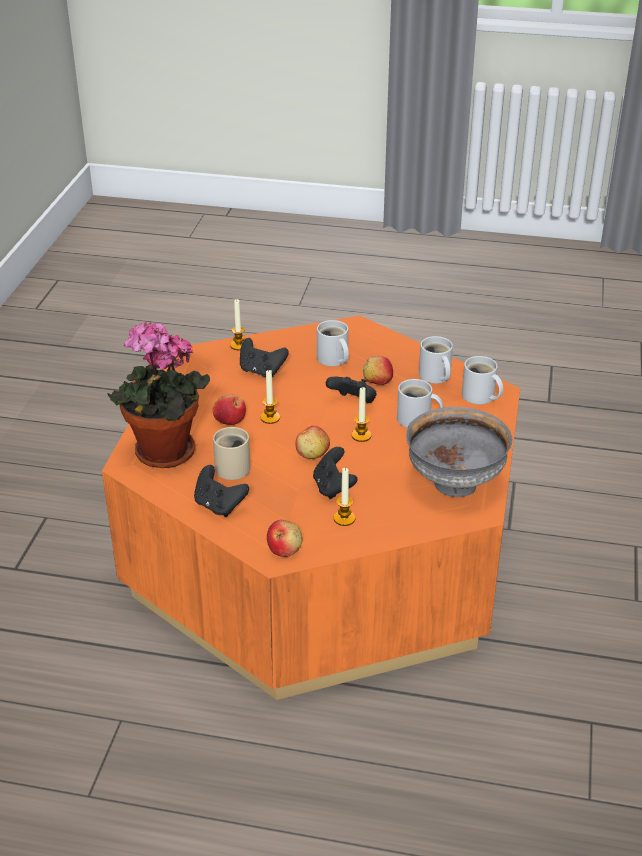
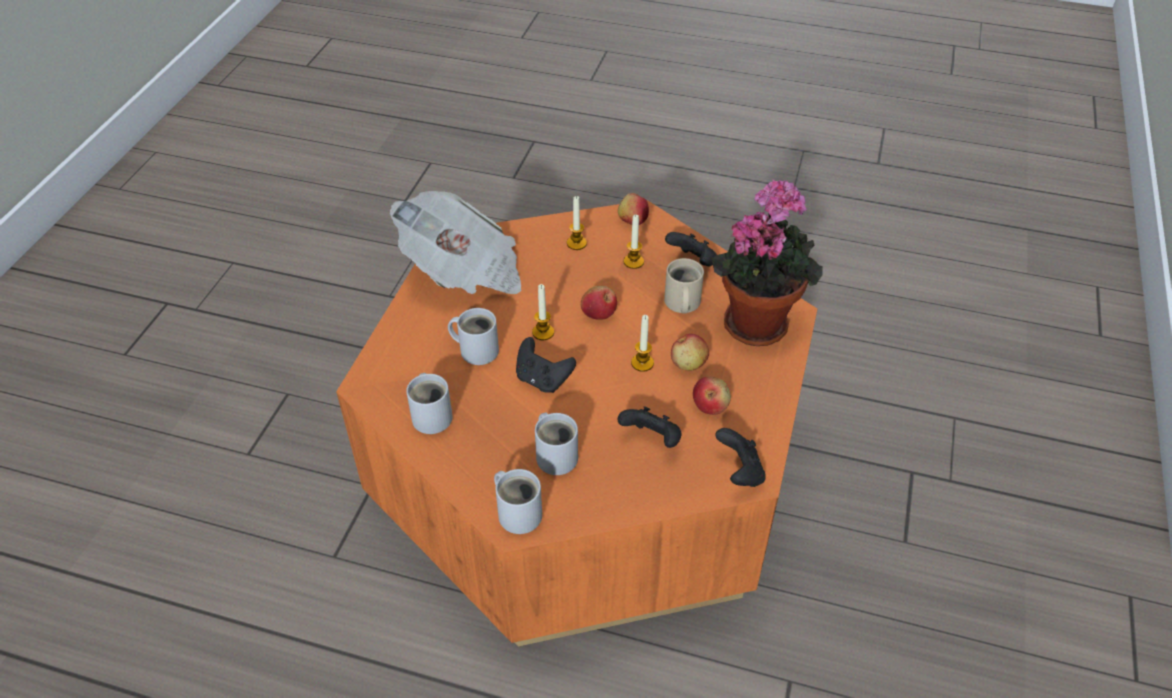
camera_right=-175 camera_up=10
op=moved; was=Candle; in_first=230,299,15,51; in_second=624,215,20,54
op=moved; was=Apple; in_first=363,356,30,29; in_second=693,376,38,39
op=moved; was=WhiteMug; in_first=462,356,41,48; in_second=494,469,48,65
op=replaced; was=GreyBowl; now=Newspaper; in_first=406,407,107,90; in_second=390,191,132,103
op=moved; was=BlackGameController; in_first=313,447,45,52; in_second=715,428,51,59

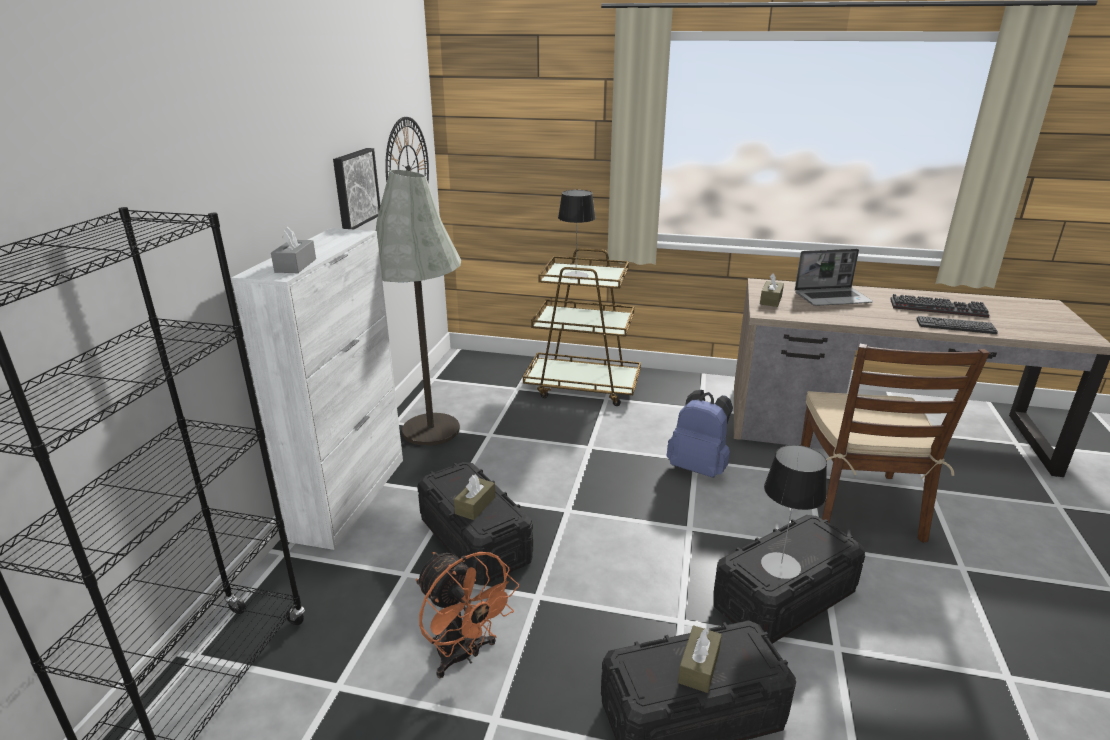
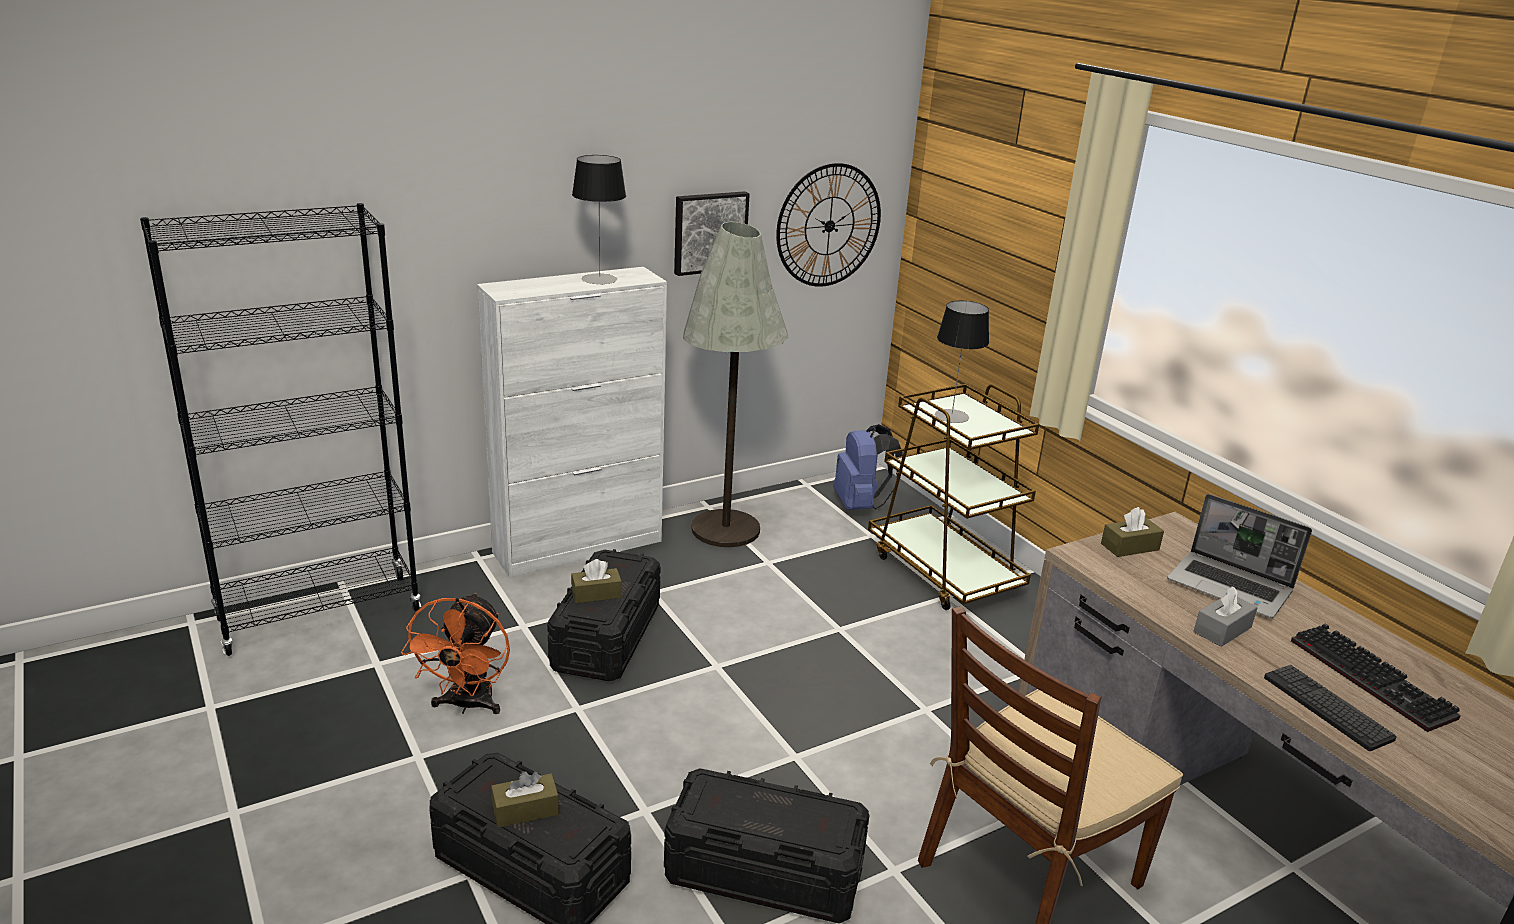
camera_right=45 camera_up=0
op=moved; was=GreyTissueBox; in_first=271,227,45,46; in_second=1193,586,65,61
op=moved; was=BlueBackpack; in_first=667,390,66,88; in_second=833,424,70,86
op=moved; was=TableLamp; in_first=761,445,66,134; in_second=572,155,54,130

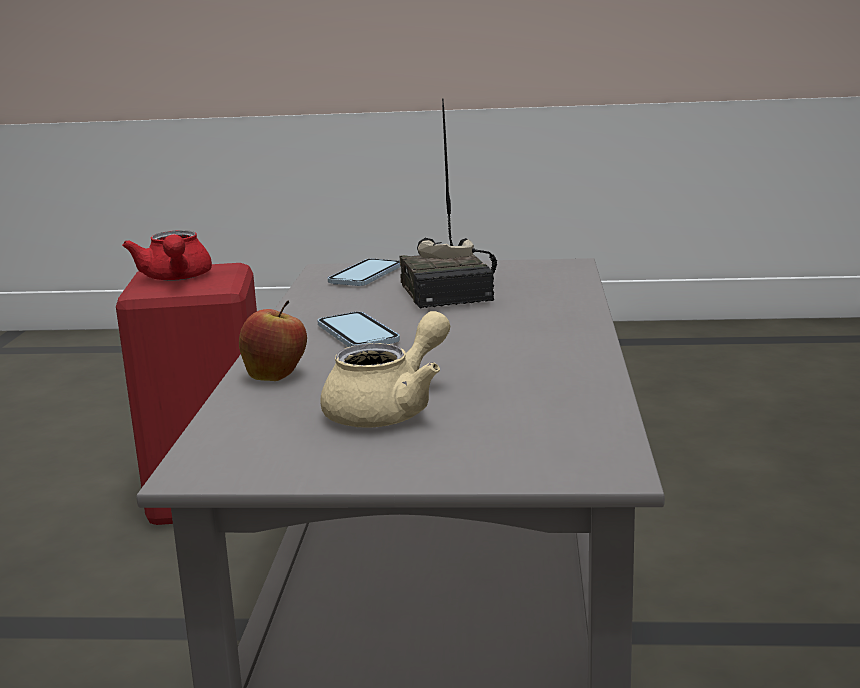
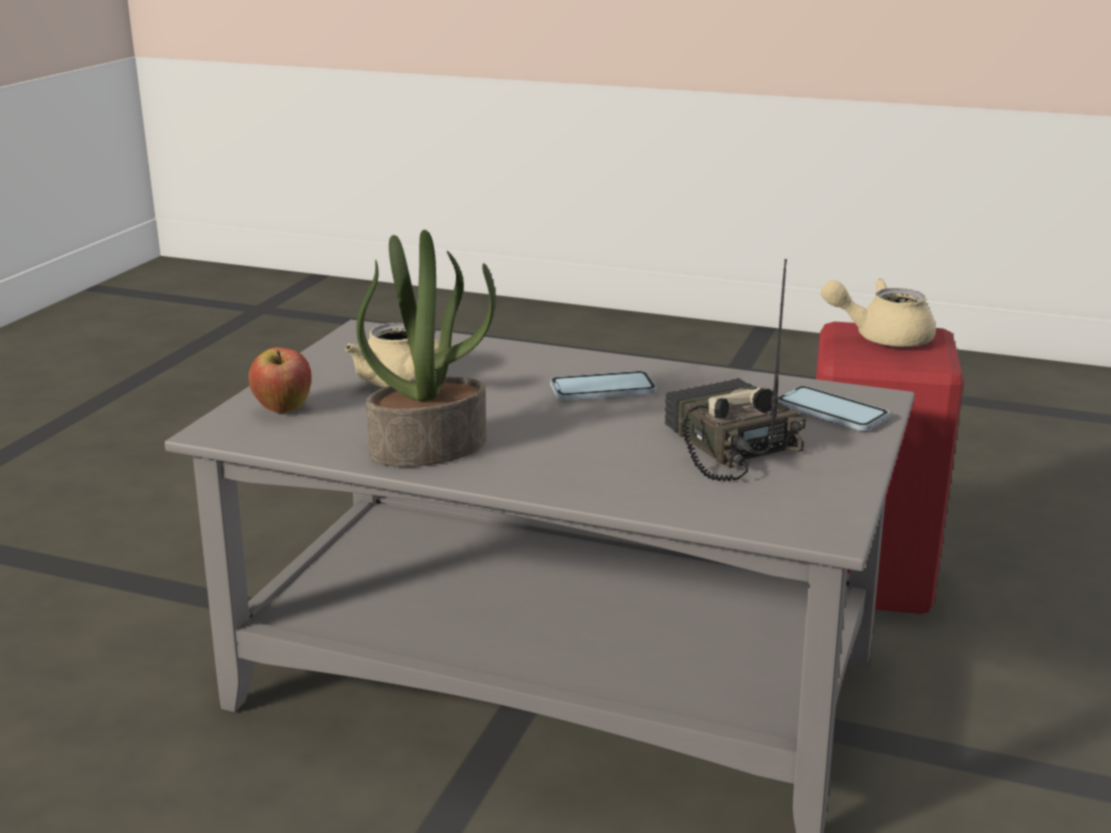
camera_right=105 camera_up=5
op=turned; was=Radio; in_first=400,99,97,209; in_second=665,259,141,223; clockwise=60
op=recoloured; was=RedTeapot; now=BeigeTeapot; in_first=122,230,90,51; in_second=821,279,115,68
op=moved; was=Apple; in_first=239,300,68,81; in_second=249,347,63,66
op=added; now=PottedPlant; in_second=356,230,140,237

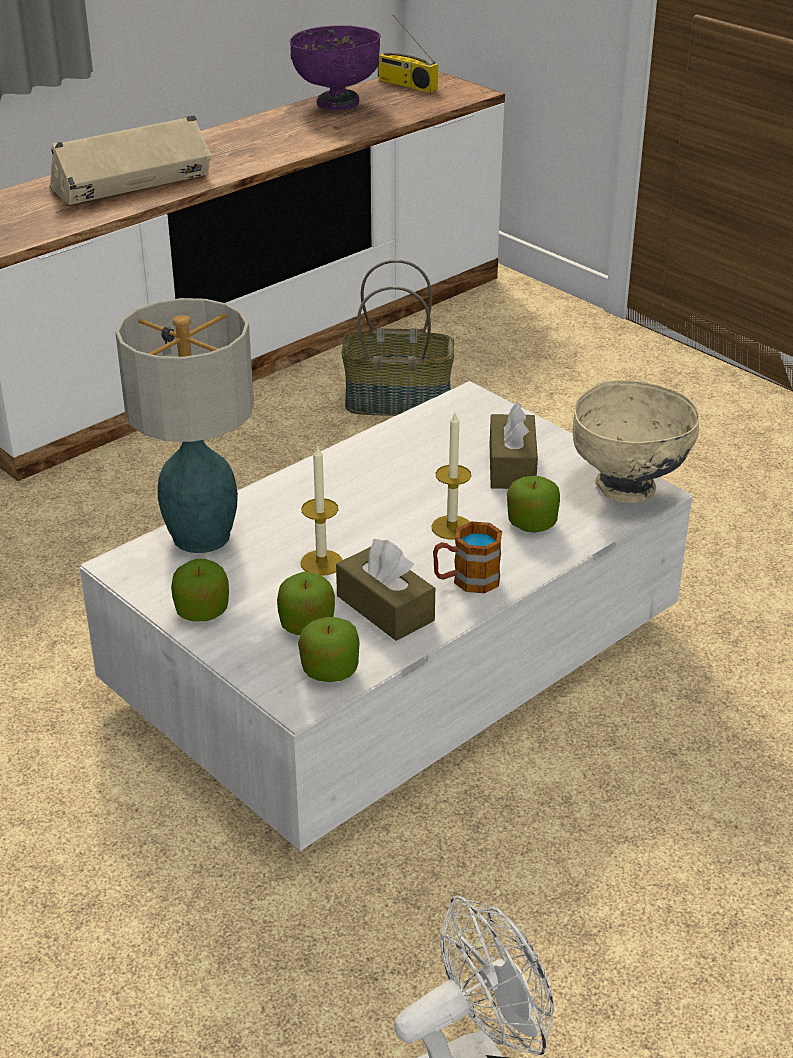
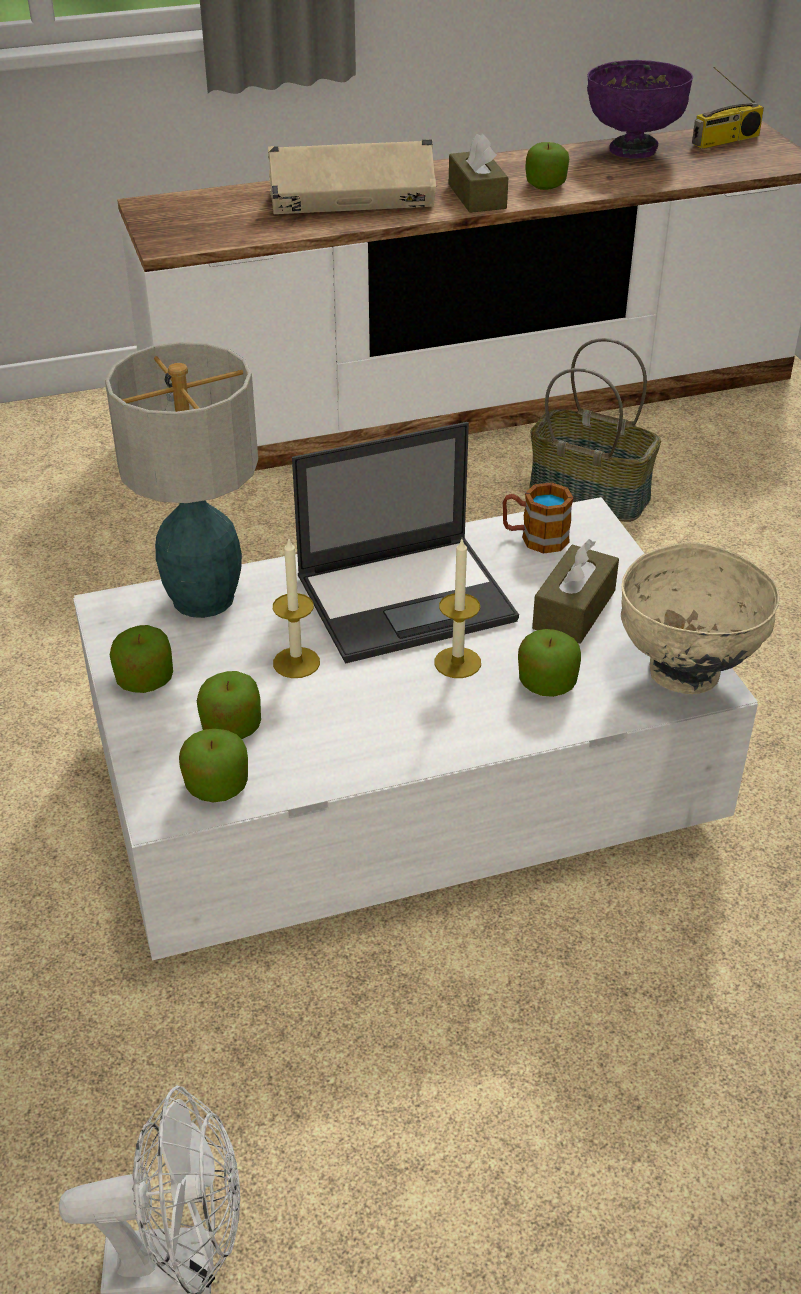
camera_right=25 camera_up=5
op=turned; was=Radio; in_first=378,15,60,78; in_second=692,67,72,82; clockwise=-90
op=moved; was=Mug; in_first=433,521,69,72; in_second=503,482,70,72
op=moved; was=BrownTissueBox; in_first=336,539,99,102; in_second=449,134,59,79
op=added; now=Apple; in_second=525,142,44,48
op=added; now=Laptop; in_second=292,422,227,242

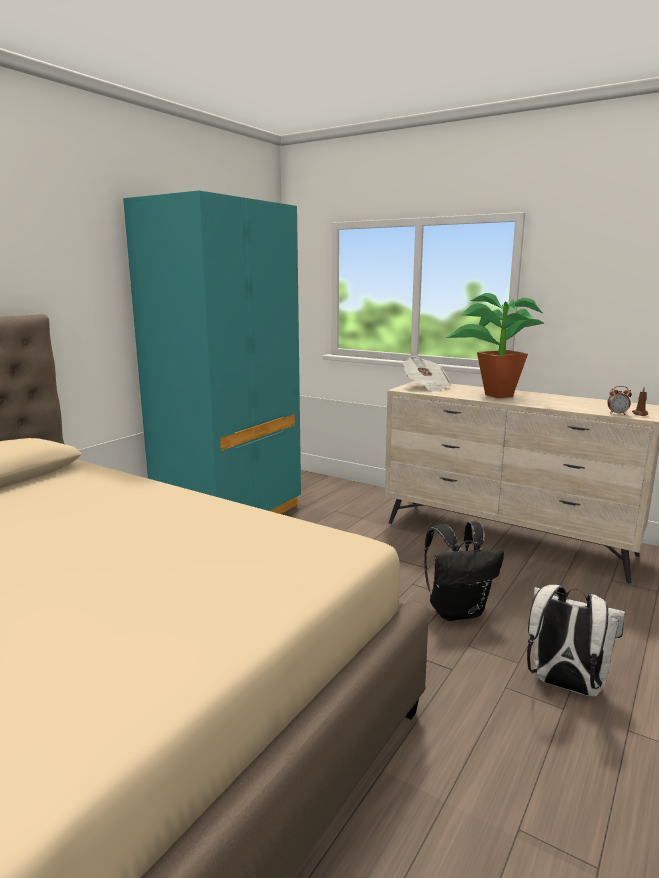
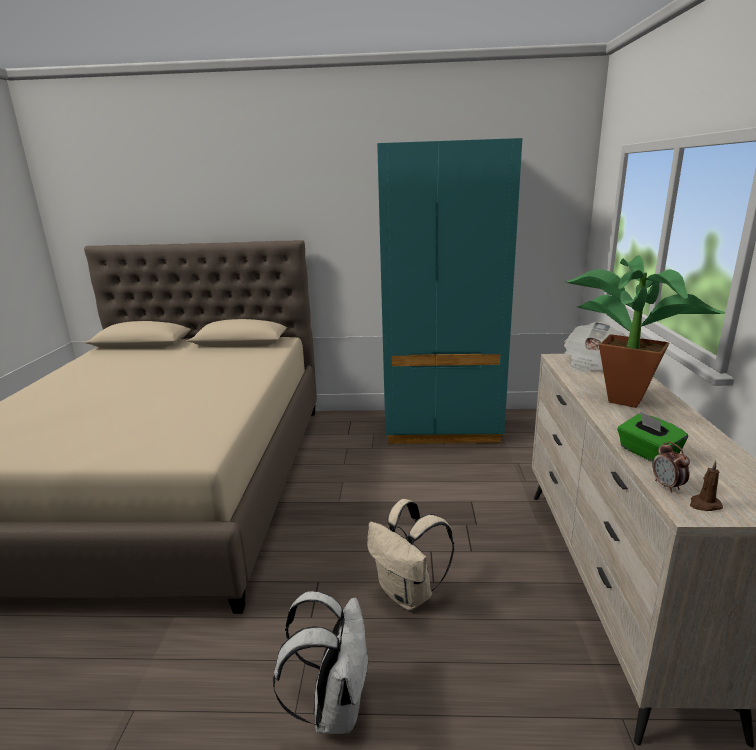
camera_right=60 camera_up=5
op=recoloured; was=BlackBackpack; now=BeigeBackpack; in_first=424,522,80,99; in_second=367,499,87,111
op=added; now=GreenTissueBox; in_second=617,411,71,51

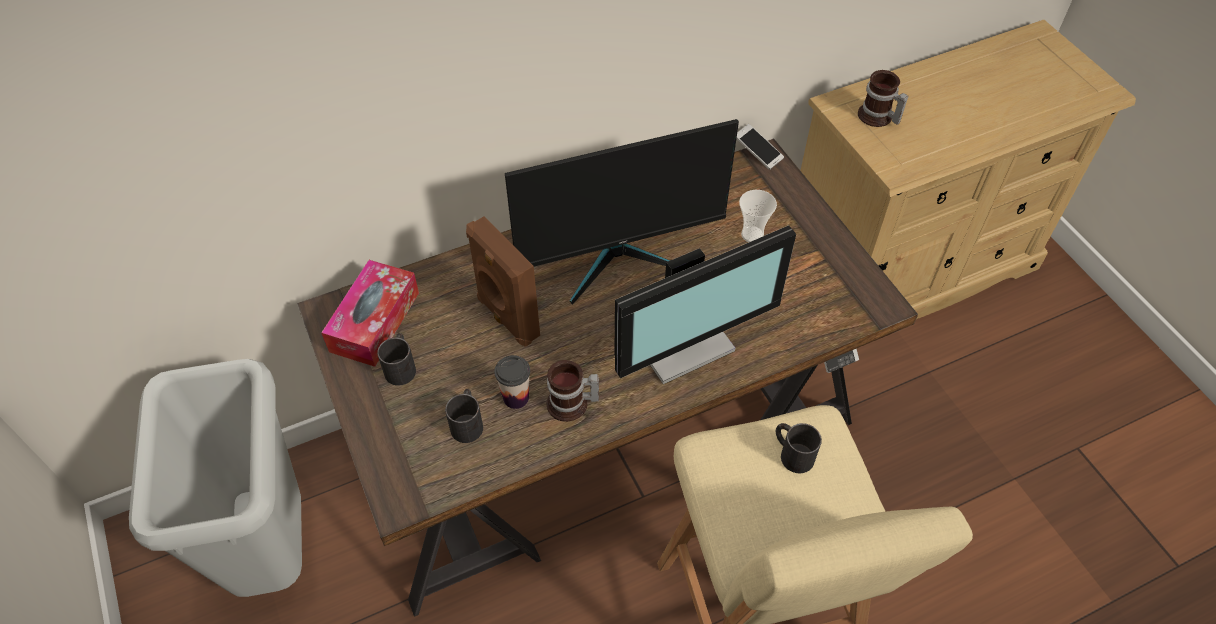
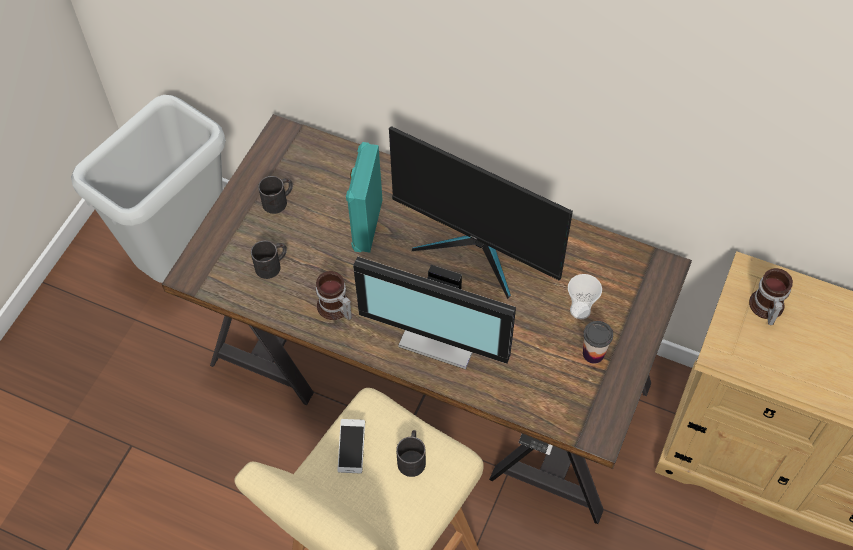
camera_right=50 camera_up=5
op=moved; was=Phone; in_first=736,124,48,46; in_second=337,419,28,54
op=recoloured; was=BrownSpeaker; now=TurquoiseSpeaker; in_first=466,216,74,131; in_second=346,142,36,111
op=removed; was=TissueBox; in_first=321,260,98,107
op=moved; was=Cup; in_first=494,355,36,54; in_second=583,321,30,43

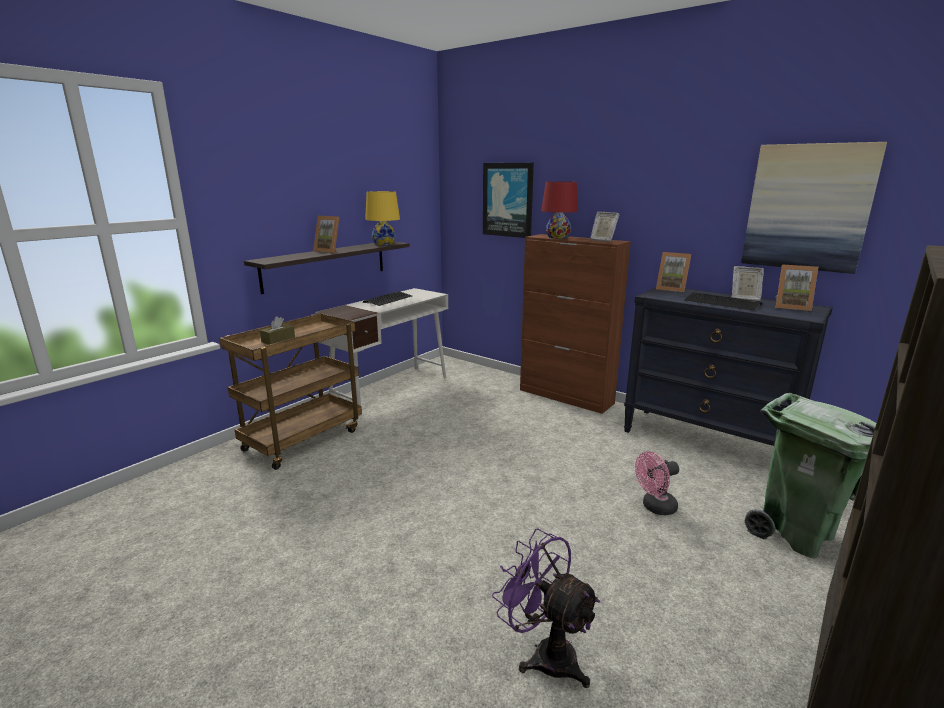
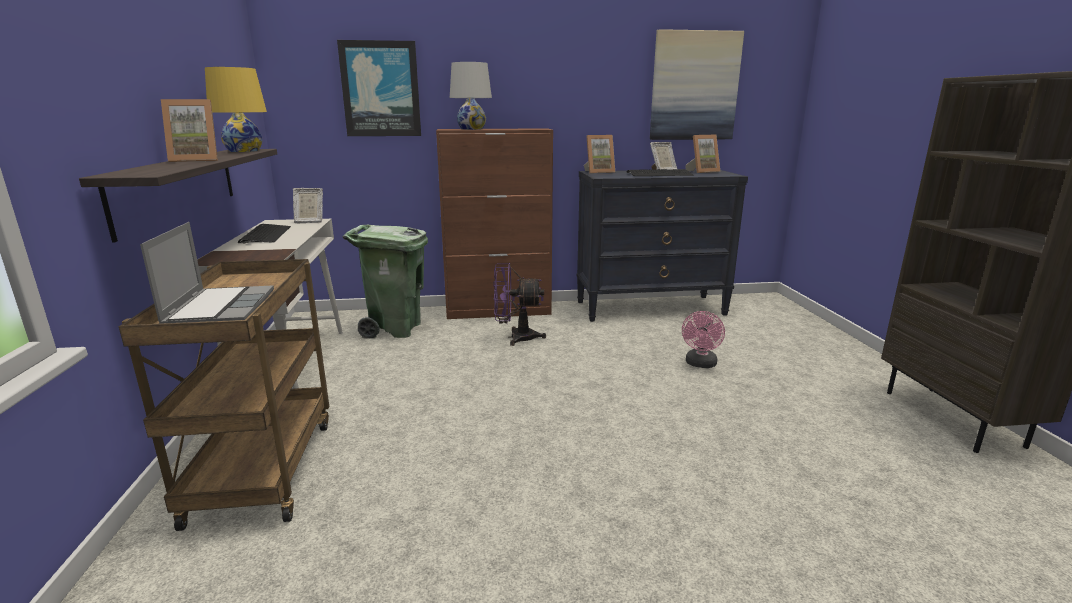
camera_right=-45 camera_up=0
op=recoloured; was=RedTableLamp; now=WhiteTableLamp; in_first=541,182,37,57; in_second=450,62,42,68
op=moved; was=PictureFrame; in_first=590,212,29,30; in_second=293,188,30,35
op=replaced; was=BrownTissueBox; now=Laptop; in_first=260,316,35,29; in_second=140,222,134,102
op=moved; was=GreenTrashCan; in_first=744,393,132,165; in_second=342,224,86,115
op=moved; was=PurpleFan; in_first=492,528,108,160; in_second=493,263,53,83

